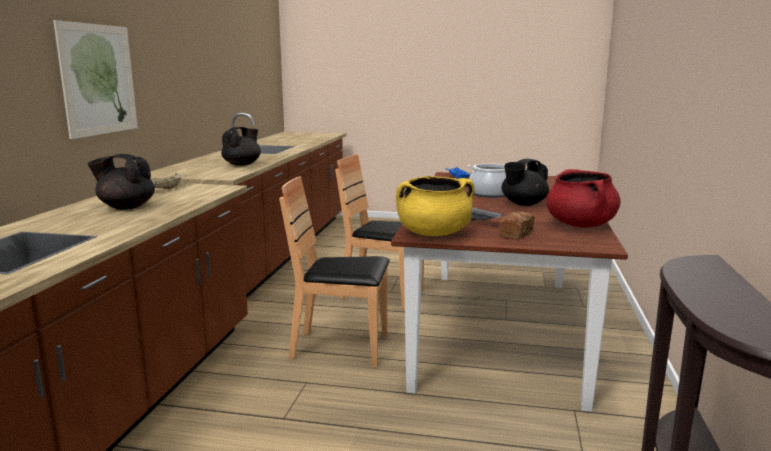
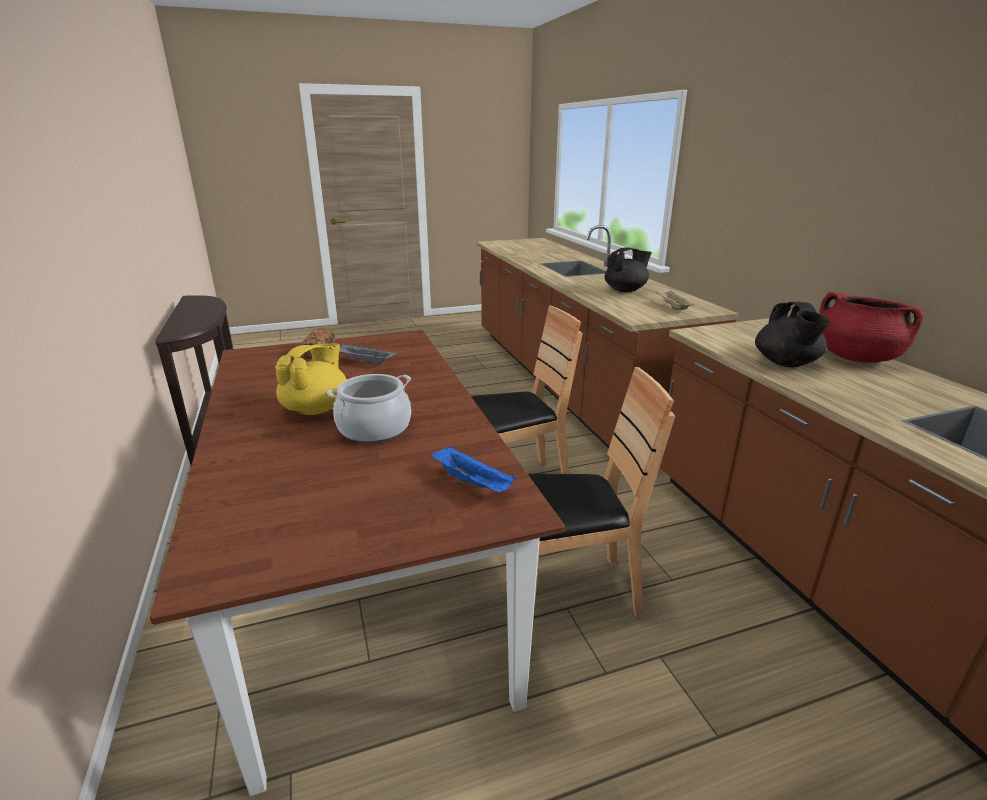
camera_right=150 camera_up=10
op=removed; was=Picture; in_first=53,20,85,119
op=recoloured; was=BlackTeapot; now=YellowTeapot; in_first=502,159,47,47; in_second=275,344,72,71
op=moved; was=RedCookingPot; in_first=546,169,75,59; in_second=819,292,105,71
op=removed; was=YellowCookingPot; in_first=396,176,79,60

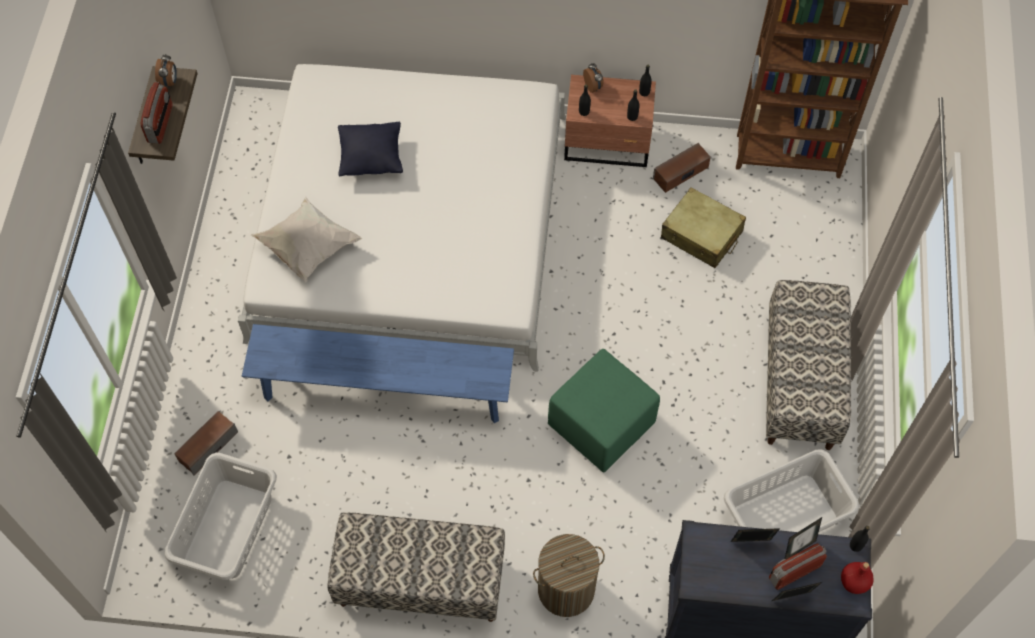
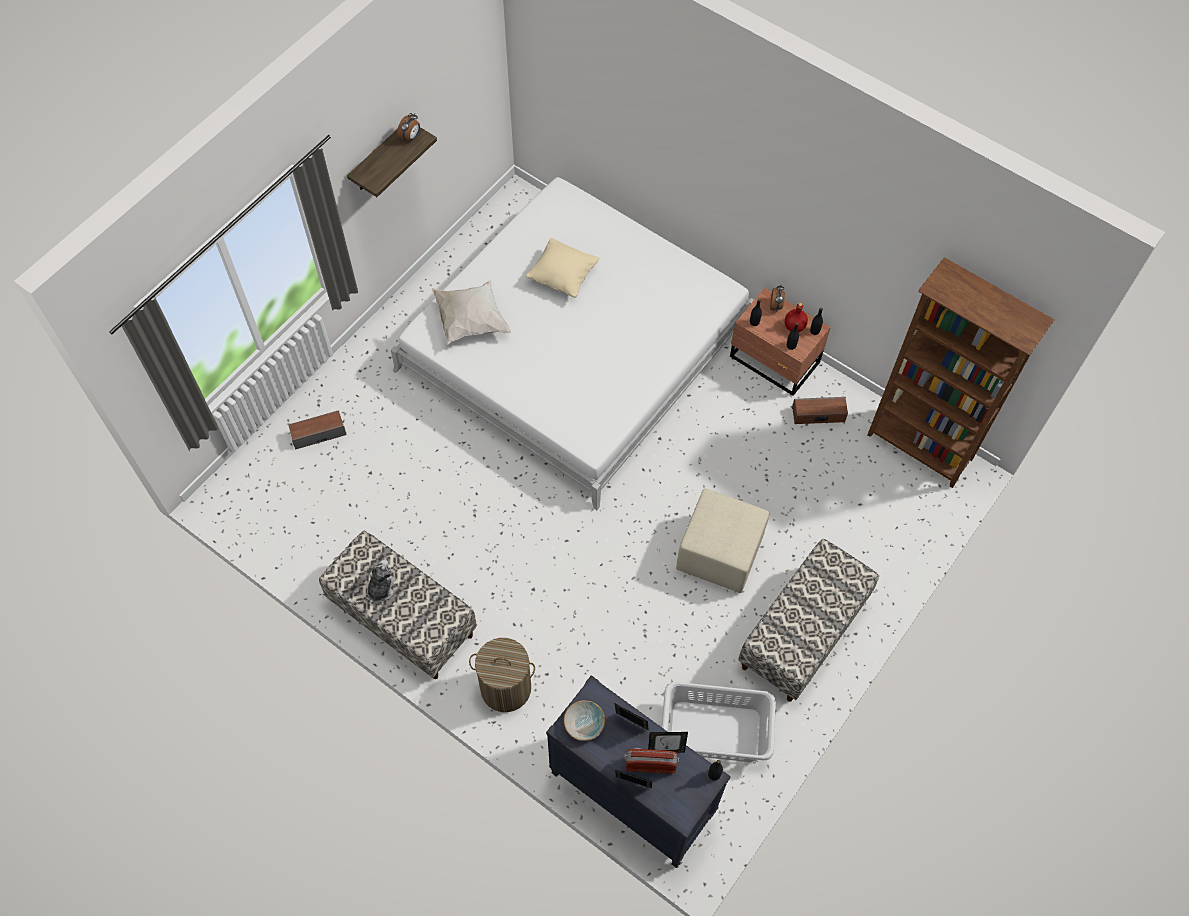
camera_right=30 camera_up=0
op=removed; was=Radio; in_first=141,82,32,62
op=recoloured; was=BlackPillow; now=BeigePillow; in_first=338,122,65,54; in_second=526,238,74,60
op=removed; was=BeigeSuitcase; in_first=661,187,85,81
op=removed; was=BlueBench; in_first=242,324,272,99
op=removed; was=GreenOttoman; in_first=548,349,112,123
op=removed; was=GreyLaundryBasket; in_first=165,453,112,127
op=moved; was=RedBottle; in_first=841,562,33,32; in_second=785,303,23,29
op=added; now=BeigeOttoman; in_second=676,489,93,104
op=added; now=PlushToy; in_second=367,559,28,45
op=added; now=Bowl; in_second=564,700,41,41

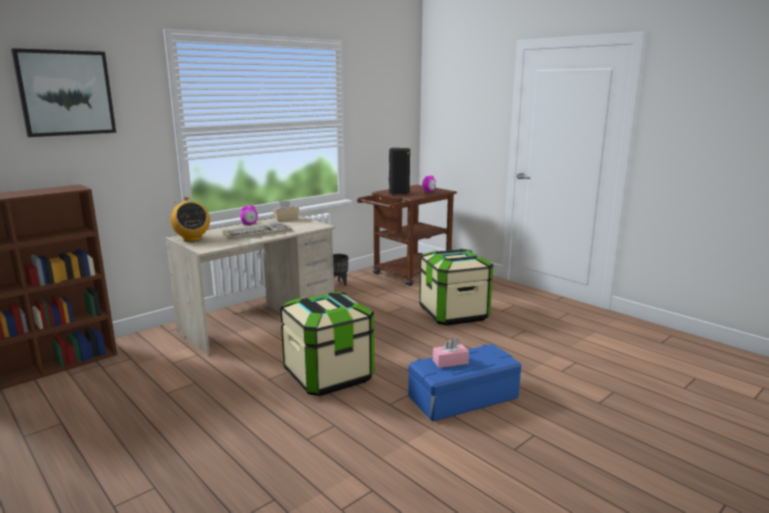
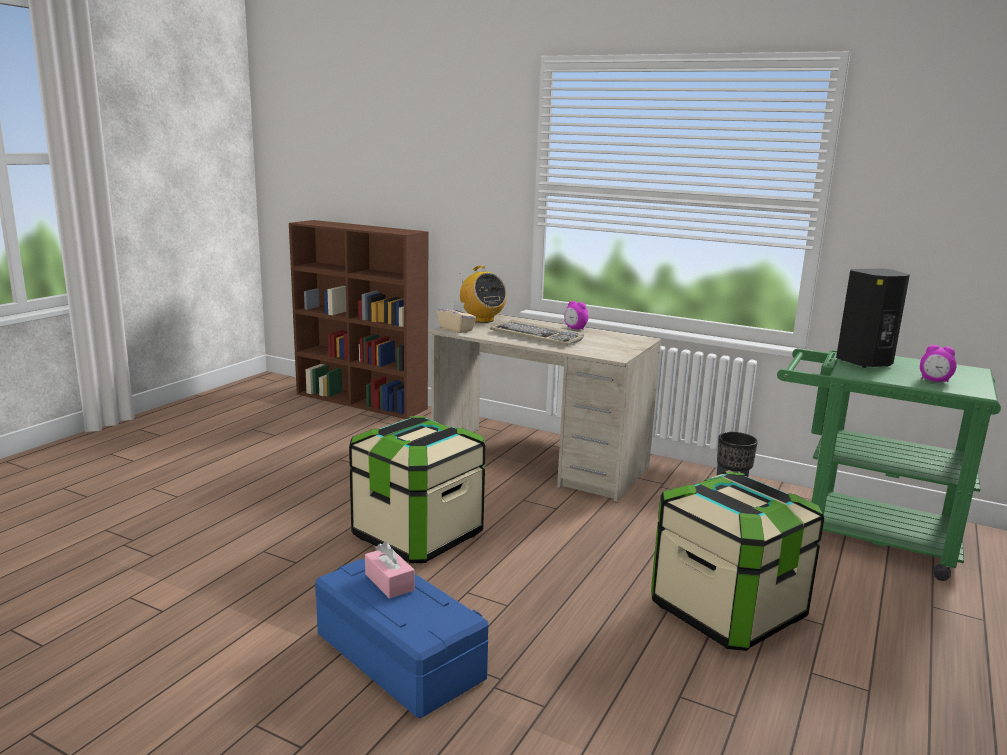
camera_right=70 camera_up=0
op=removed; was=Picture; in_first=11,48,105,89
op=recoloured; was=BrownCart; now=GreenCart; in_first=357,185,100,101; in_second=777,349,224,232
op=turned; was=Radio; in_first=170,196,40,46; in_second=460,266,47,57; clockwise=-75
op=moved; was=BeigeTissueBox; in_first=272,200,27,21; in_second=437,301,40,32

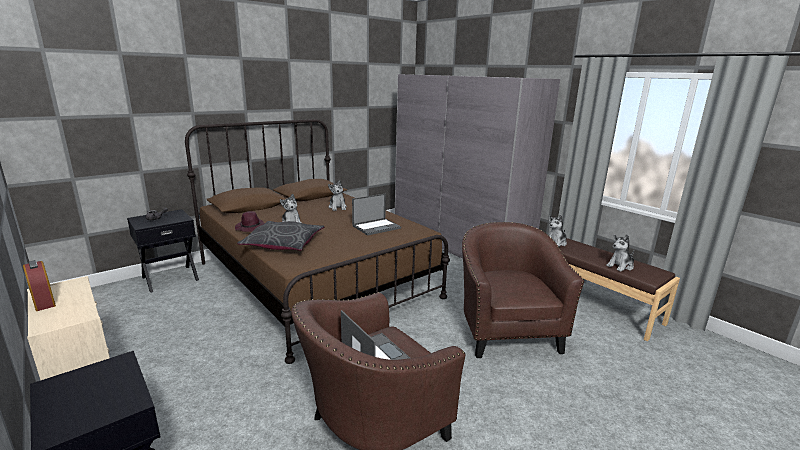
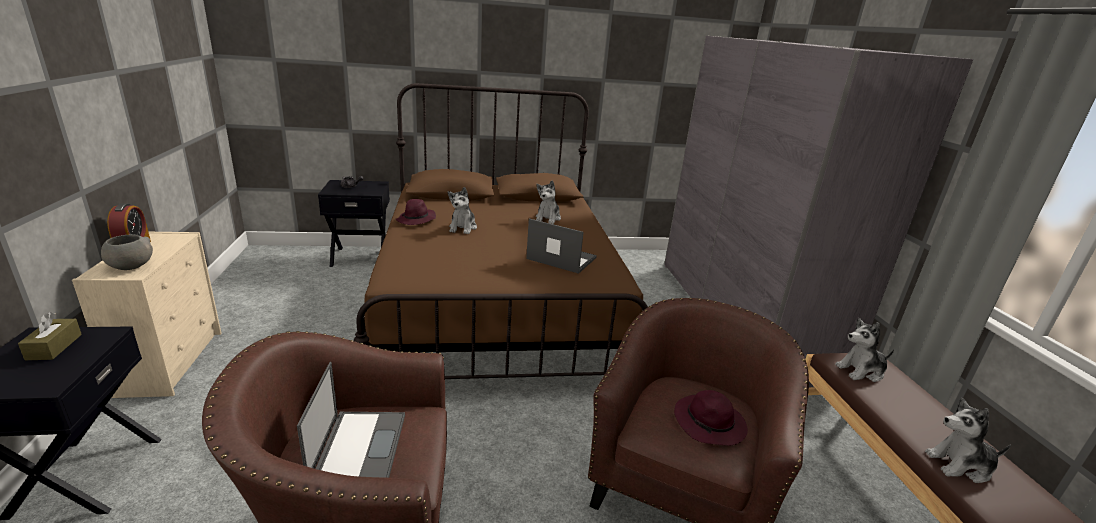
camera_right=30 camera_up=5
op=turned; was=Laptop; in_first=352,193,49,42; in_second=526,218,71,56; clockwise=-150
op=removed; was=GreyPillow; in_first=237,221,87,30
op=added; now=GreyBowl; in_second=101,234,52,36
op=added; now=BrownTissueBox; in_second=18,312,64,48
op=added; now=PurpleHat; in_second=674,390,74,56

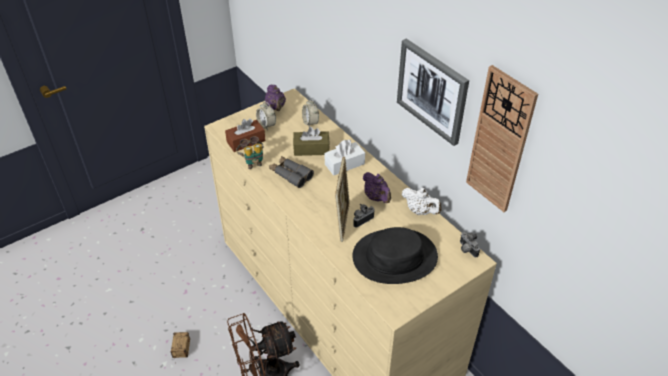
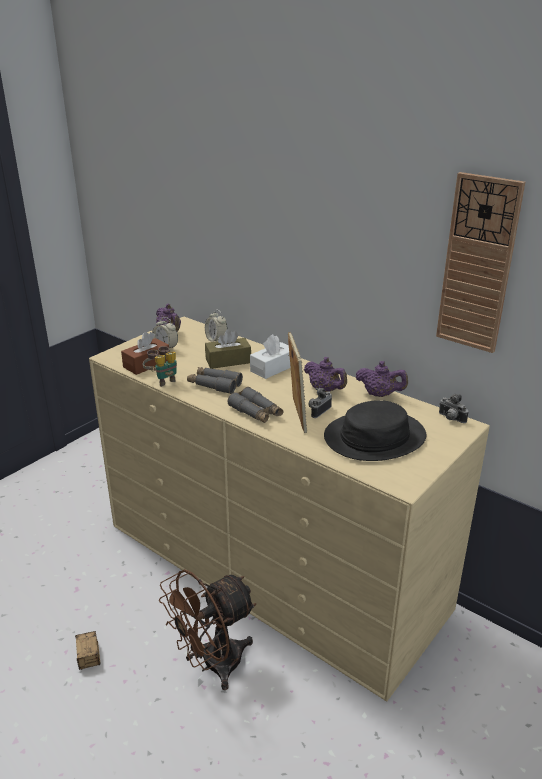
camera_right=-15 camera_up=-15
op=removed; was=Picture; in_first=397,39,72,107
op=recoloured; was=WhiteTeapot; now=PurpleTeapot; in_first=402,187,40,28; in_second=356,361,52,36
op=added; now=GreyBinoculars; in_second=228,387,55,36

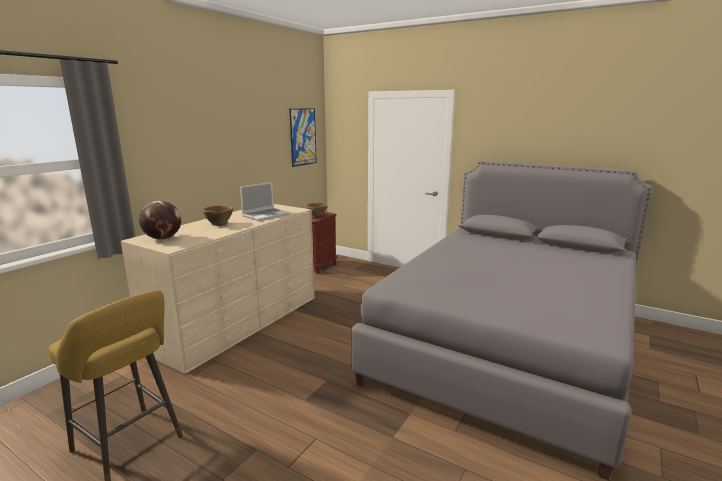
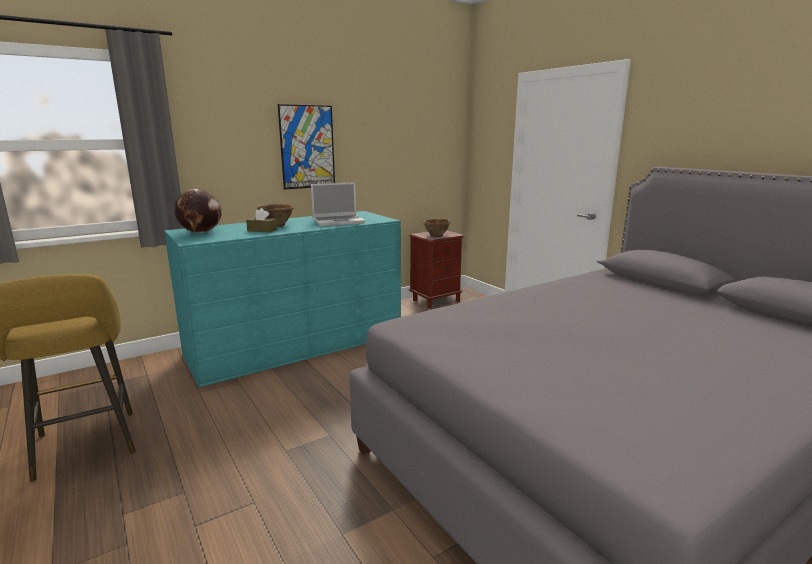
camera_right=25 camera_up=0
op=moved; was=Picture; in_first=289,109,28,58; in_second=278,104,57,86
op=recoloured; was=BeigeDresser; now=TurquoiseDresser; in_first=121,204,194,170; in_second=164,211,237,176
op=added; now=BrownTissueBox; in_second=246,208,31,25

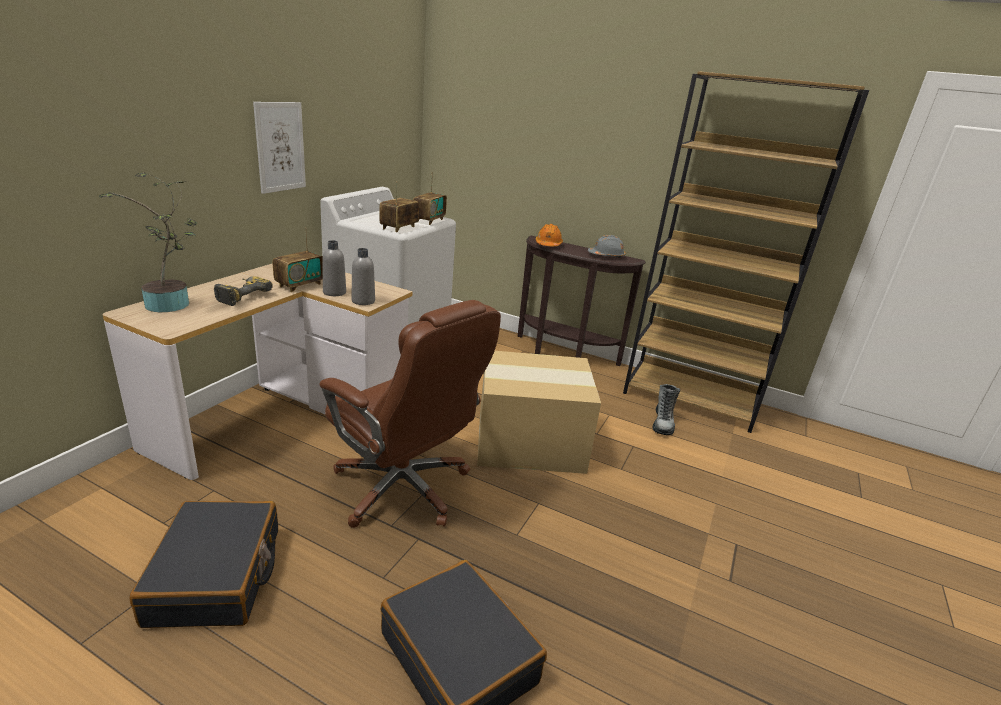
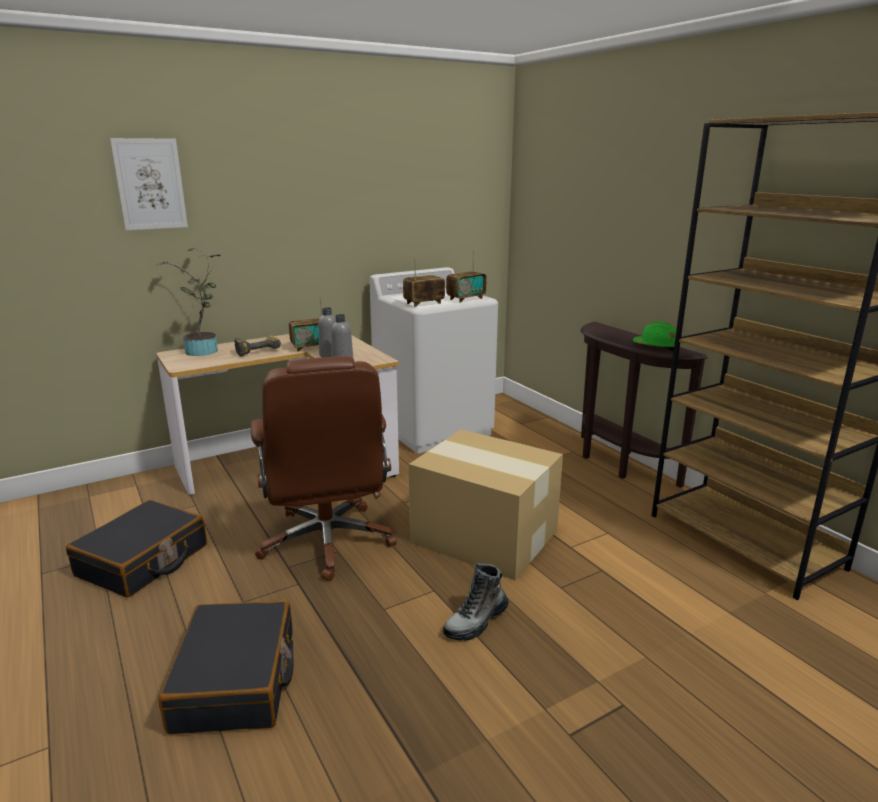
camera_right=35 camera_up=-5
op=moved; was=Picture; in_first=253,102,53,92; in_second=110,138,78,93
op=removed; was=OrangeHardHat; in_first=536,224,27,22
op=recoloured; was=GreyHardHat; now=GreenHardHat; in_first=588,235,38,23; in_second=633,321,48,29
op=moved; was=Boot; in_first=653,384,27,51; in_second=443,563,65,78

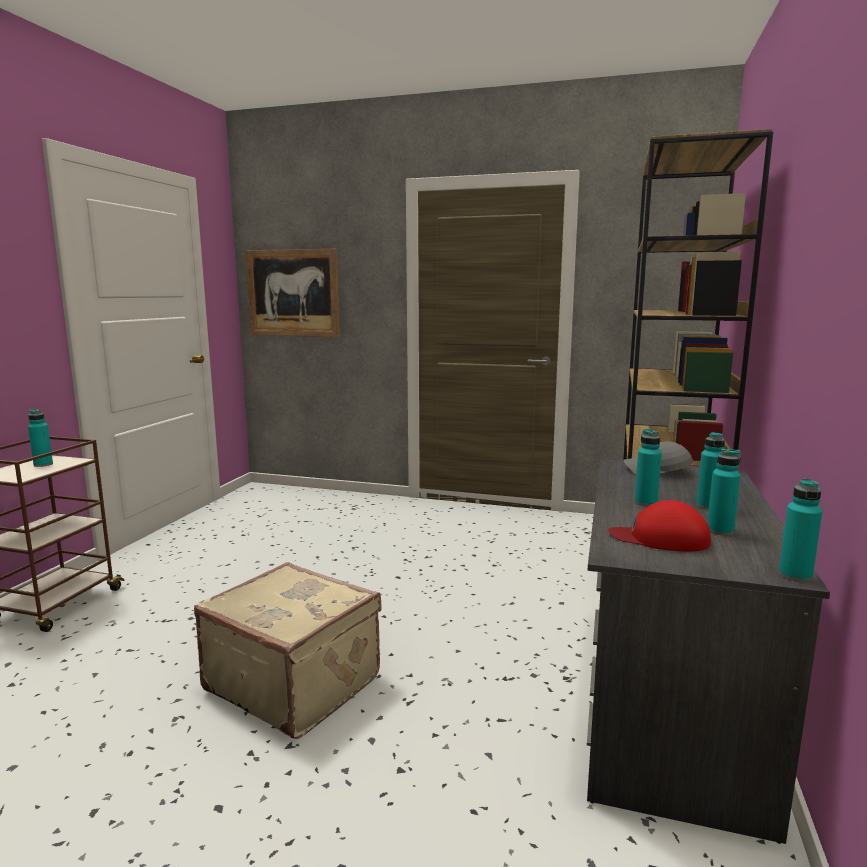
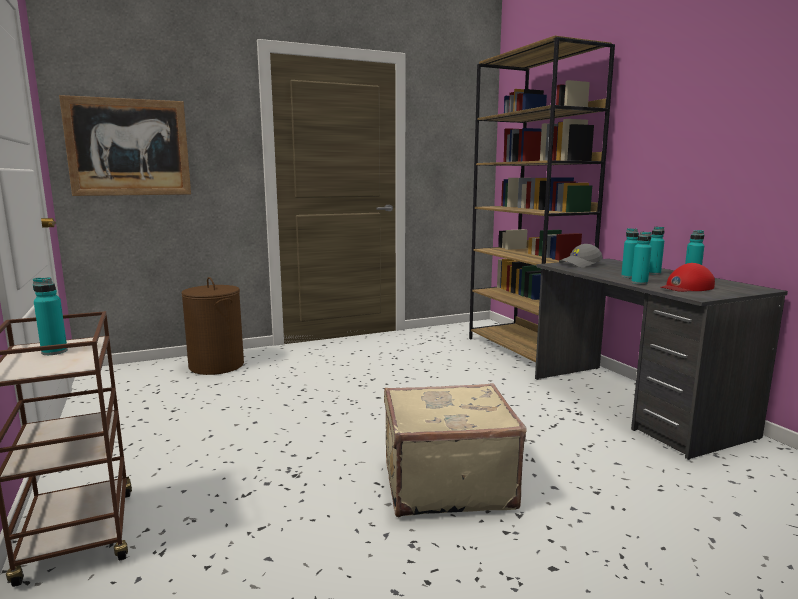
camera_right=-40 camera_up=0
op=moved; was=TurquoiseBottle; in_first=779,479,43,103; in_second=631,232,21,52
op=added; now=BrownLaundryBasket; in_second=181,277,63,98

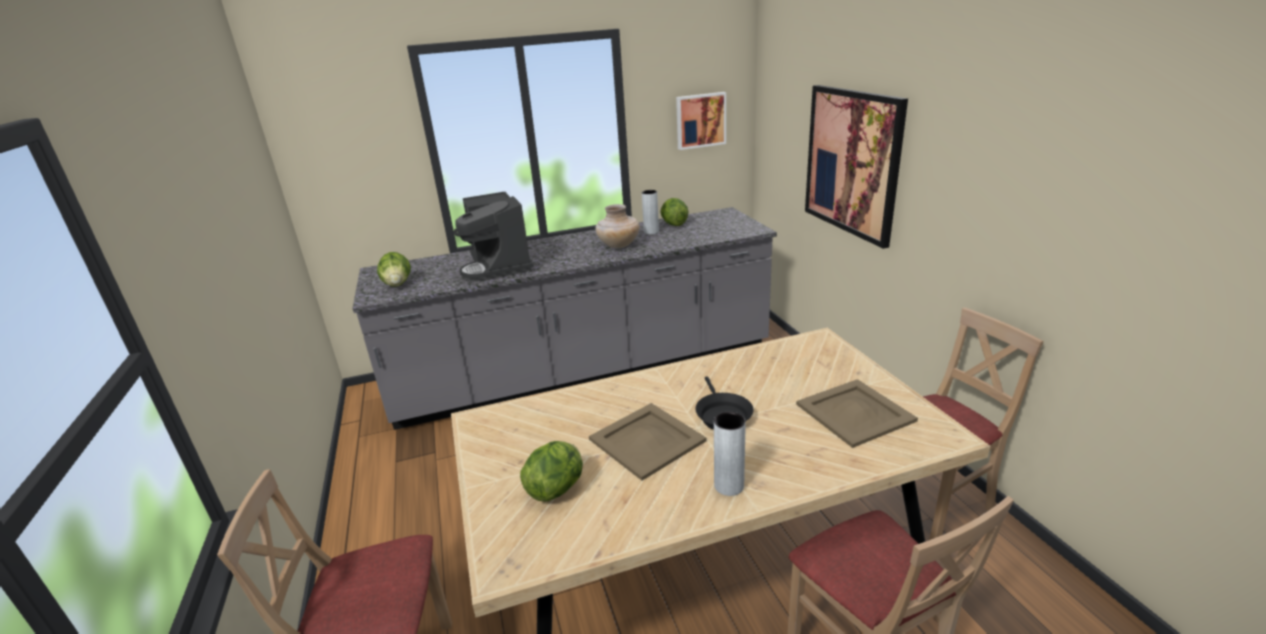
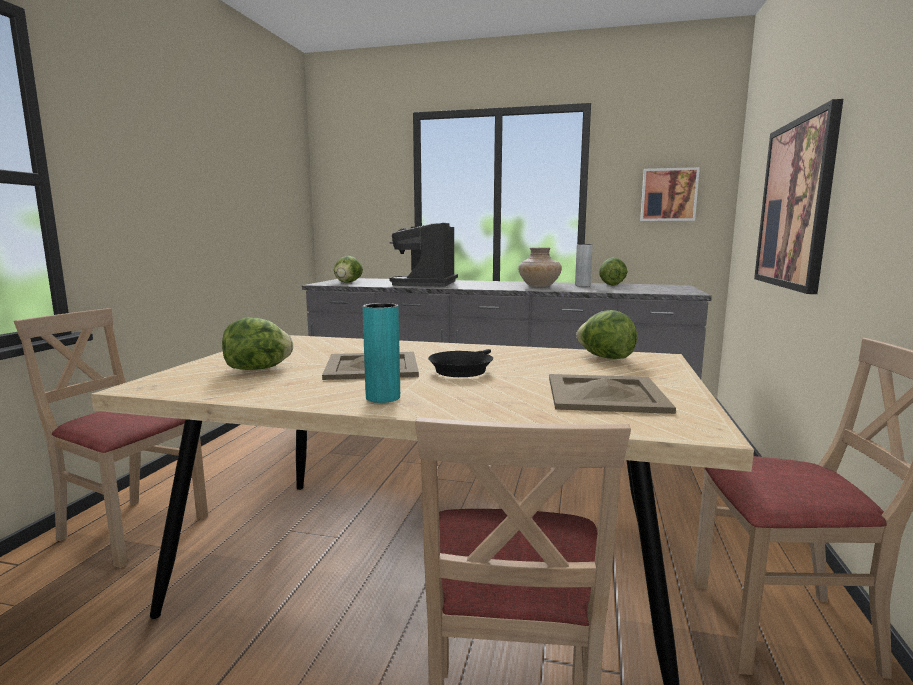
camera_right=30 camera_up=-15
op=recoloured; was=GreyVase; now=TurquoiseVase; in_first=714,412,32,84; in_second=363,303,37,100
op=added; now=Lettuce; in_second=576,310,61,49

